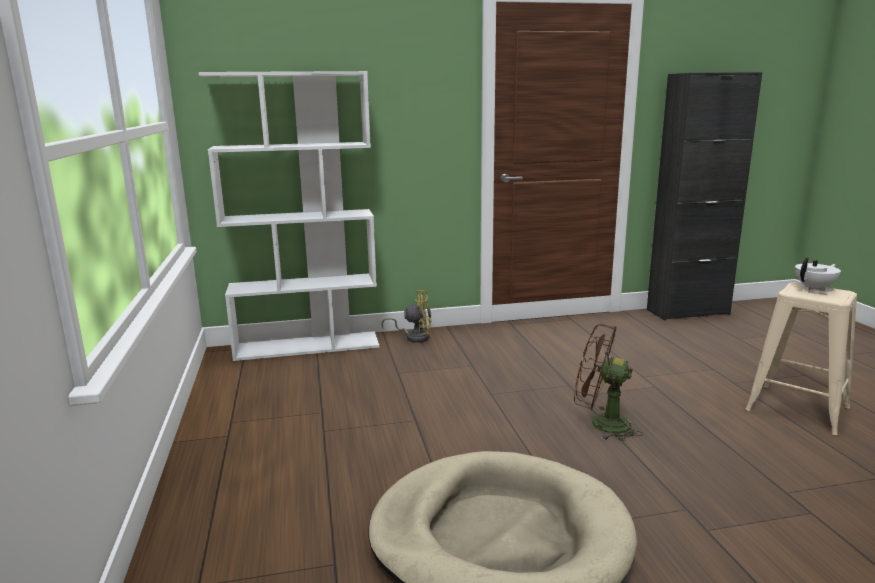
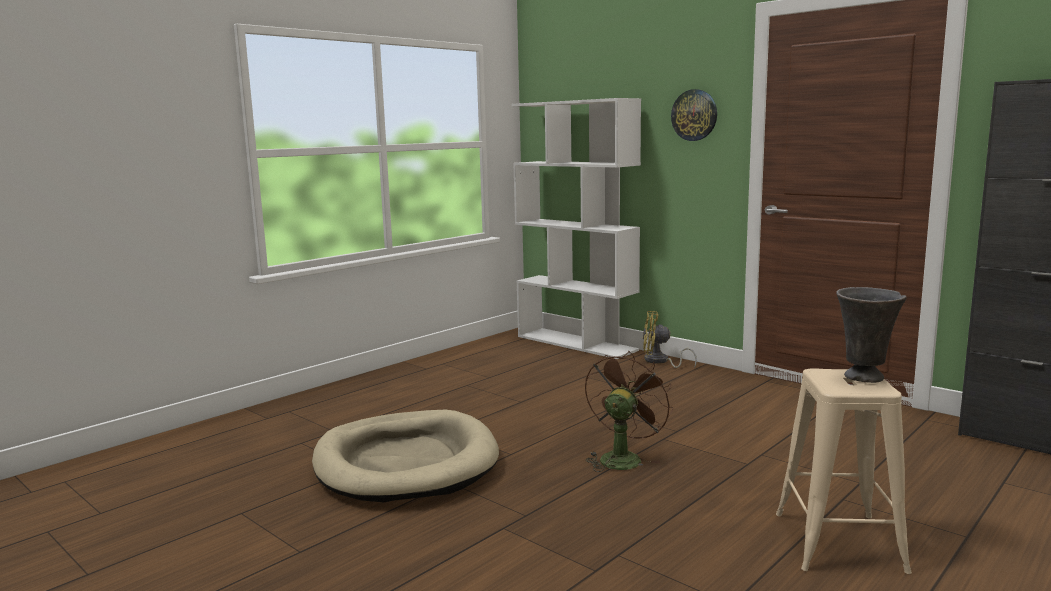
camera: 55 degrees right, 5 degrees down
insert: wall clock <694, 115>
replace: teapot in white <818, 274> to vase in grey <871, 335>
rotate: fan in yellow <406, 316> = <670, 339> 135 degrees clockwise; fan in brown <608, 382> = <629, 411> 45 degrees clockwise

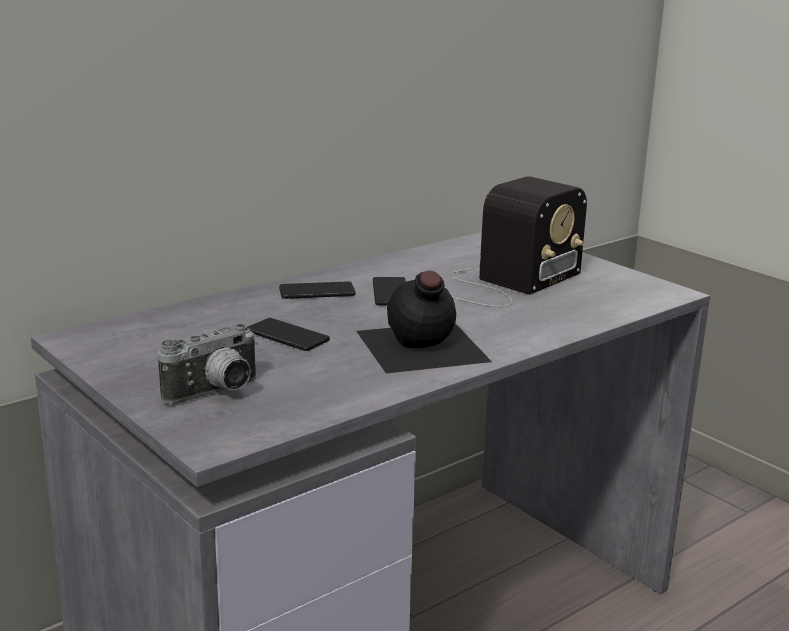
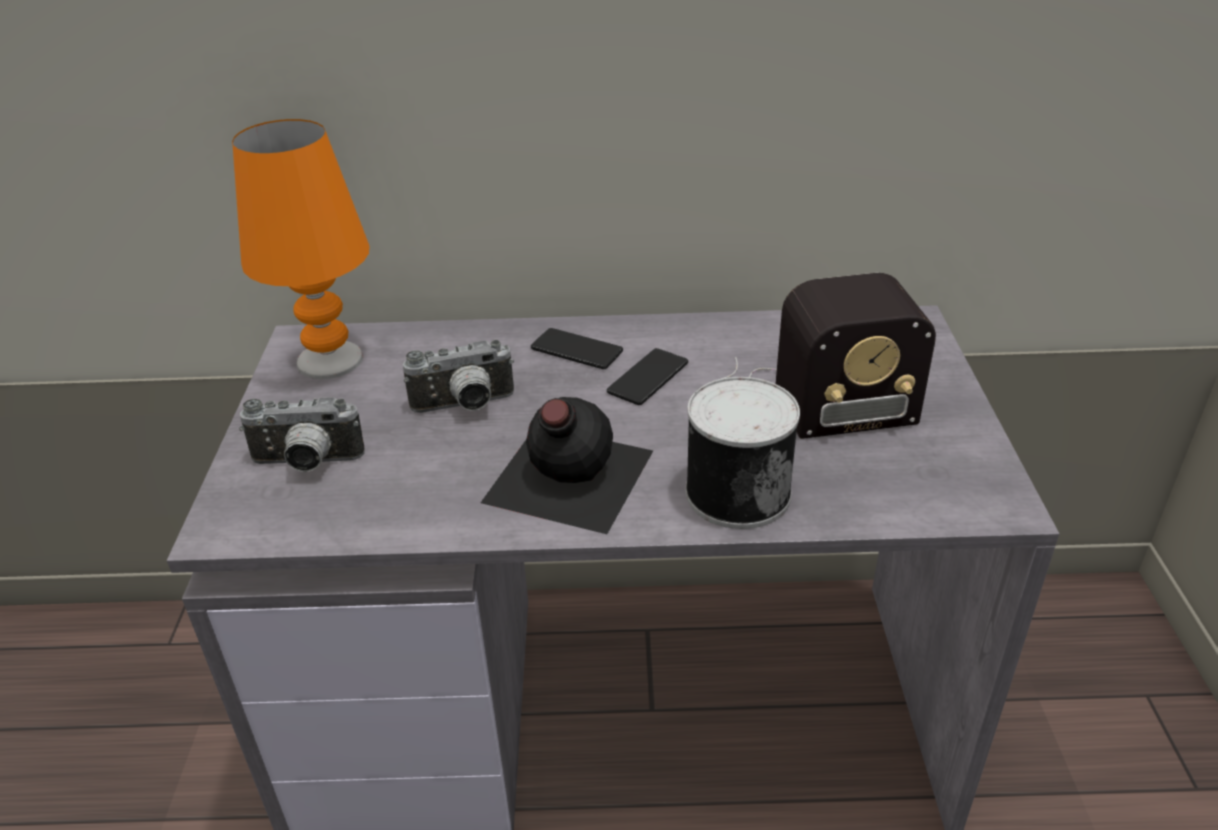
camera: 40 degrees right, 15 degrees up
insert: table lamp in orange <301, 249>; can <743, 453>
replace: phone <288, 334> to photo camera <458, 376>

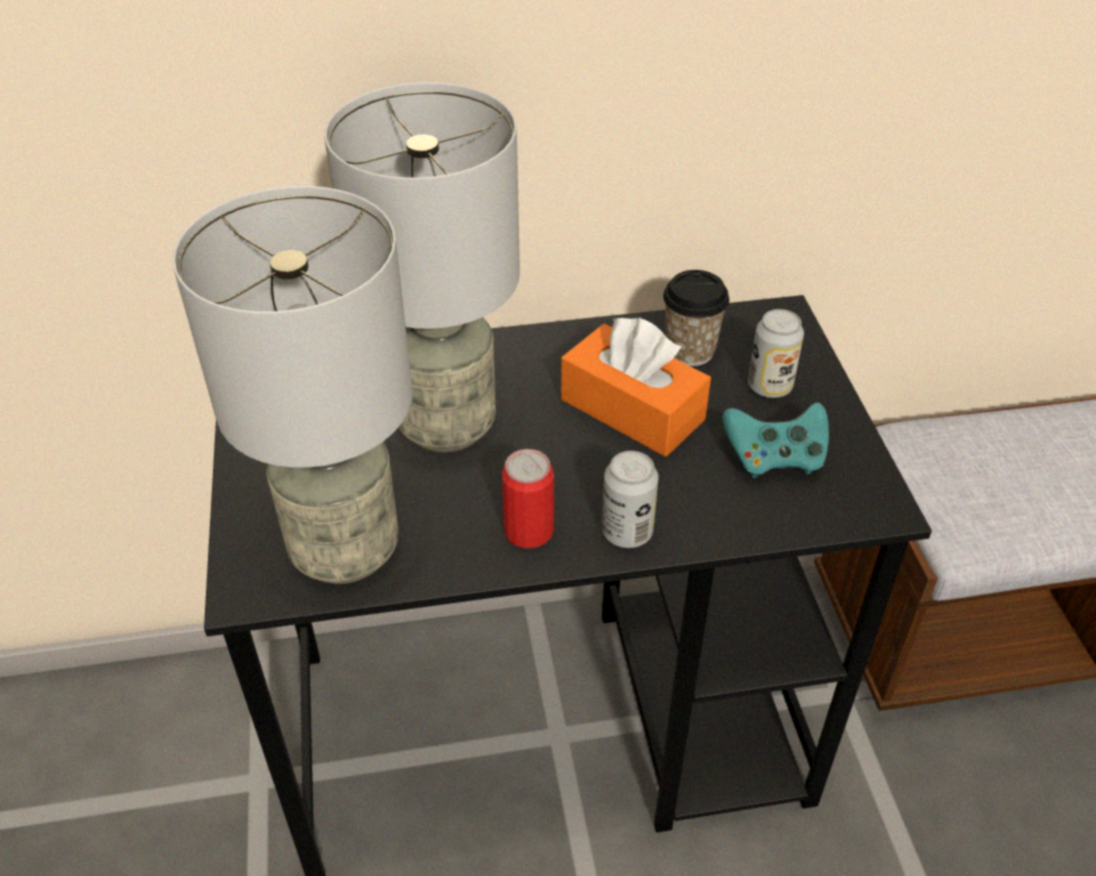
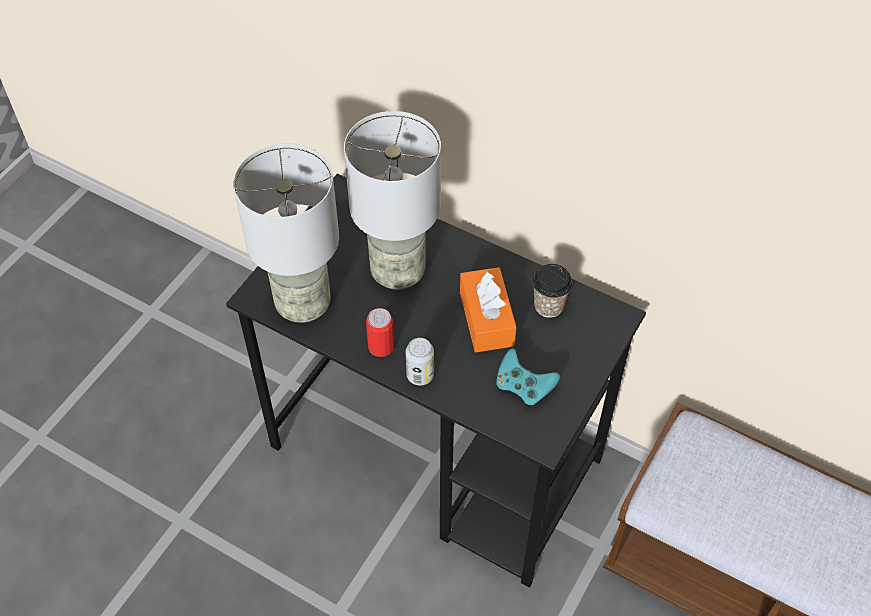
camera: 40 degrees right, 10 degrees up
delete: can <776, 353>

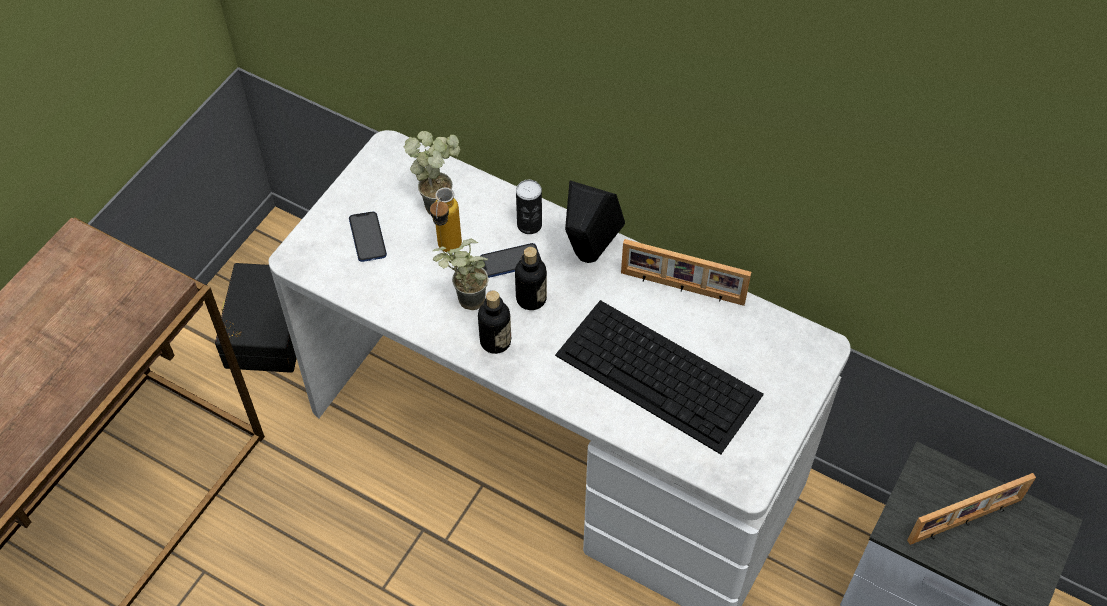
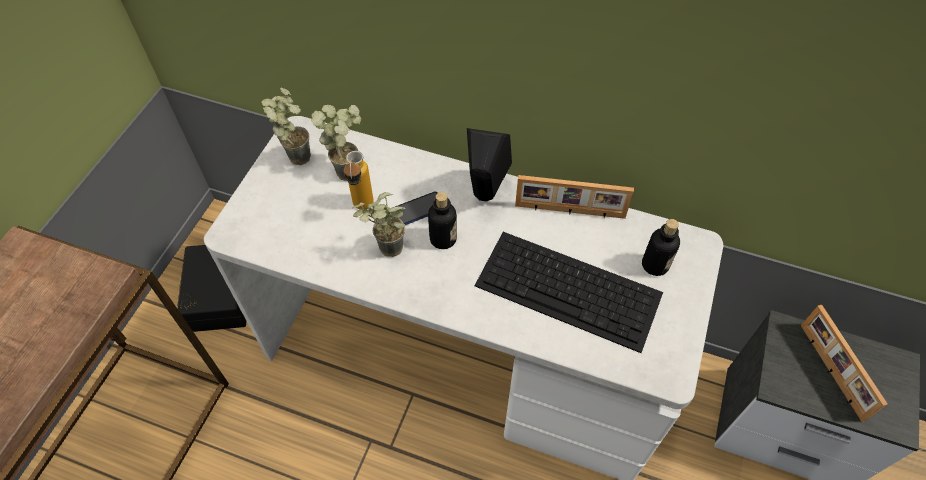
camera: 10 degrees left, 0 degrees up
delete: phone <368, 236>; can <529, 207>
insert: potted plant <286, 126>
move: bottle <494, 322> to <661, 247>
rotate: picture frame <971, 509> = <844, 363> 105 degrees clockwise

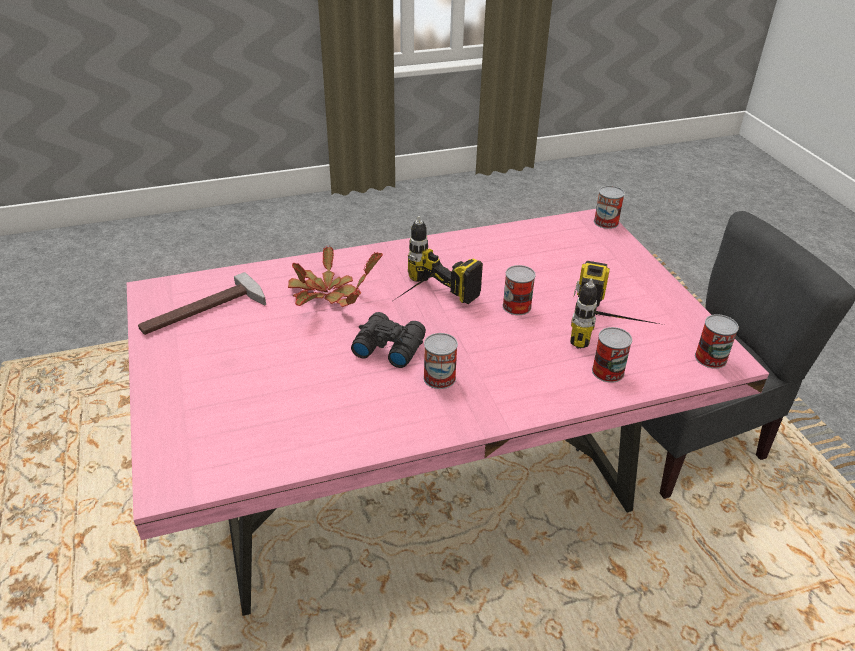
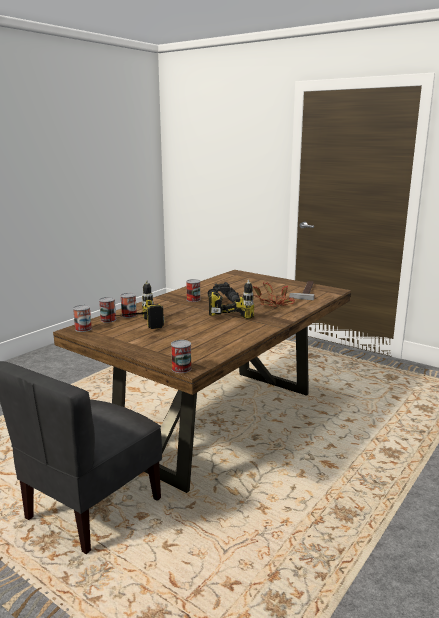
camera: 145 degrees right, 20 degrees down
move: can <519, 290> to <107, 310>
recolor: dining table in pink <448, 412> to dining table in brown <202, 381>

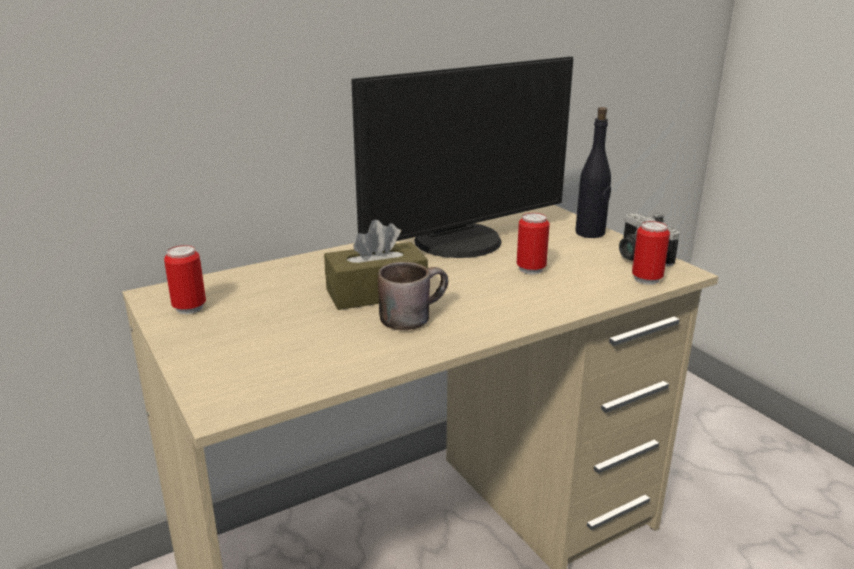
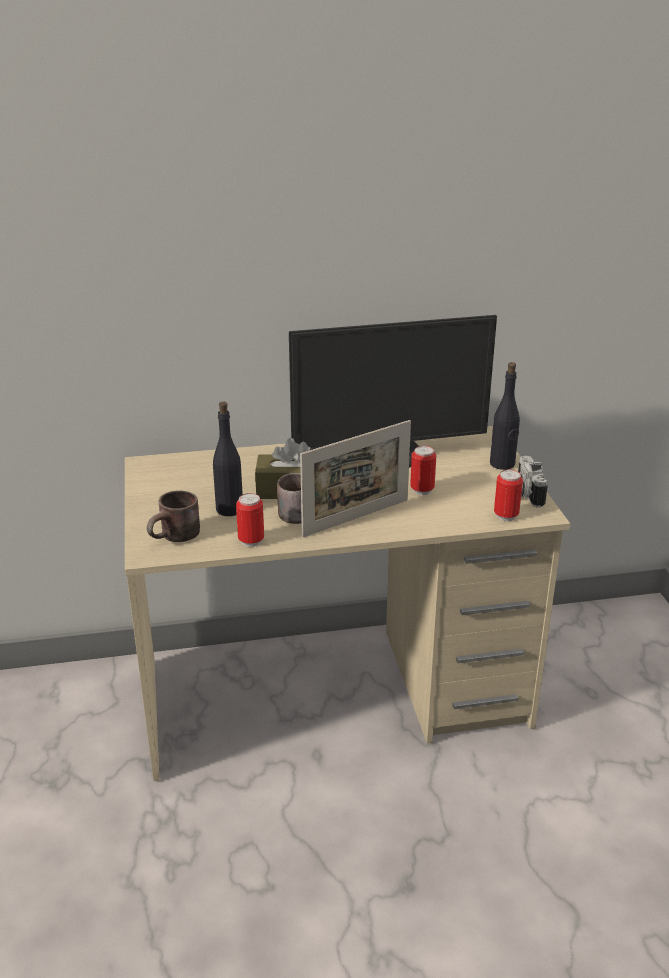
camera: 20 degrees right, 5 degrees up
insert: mug in brown <173, 516>; bottle in black <228, 459>; picture frame <355, 478>
move: can <185, 279> to <250, 520>

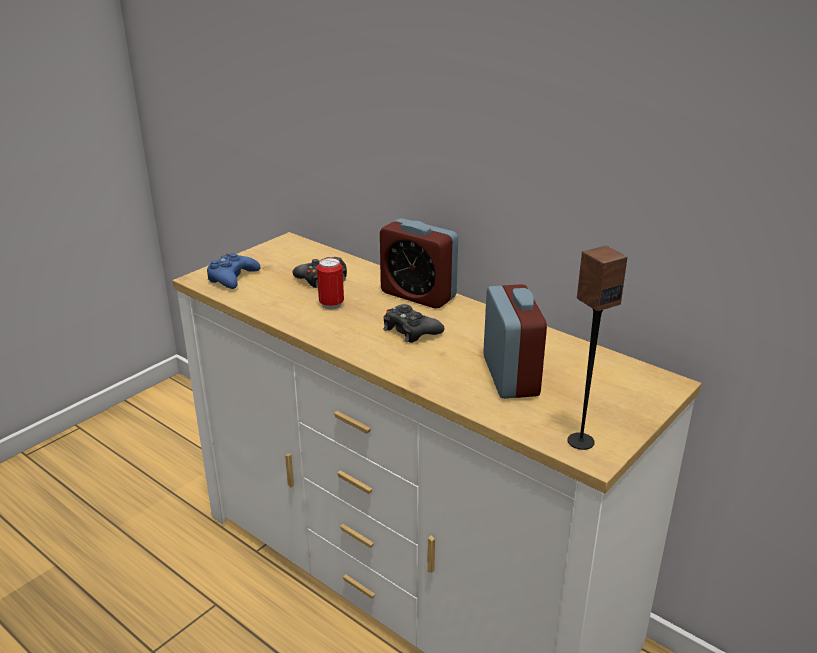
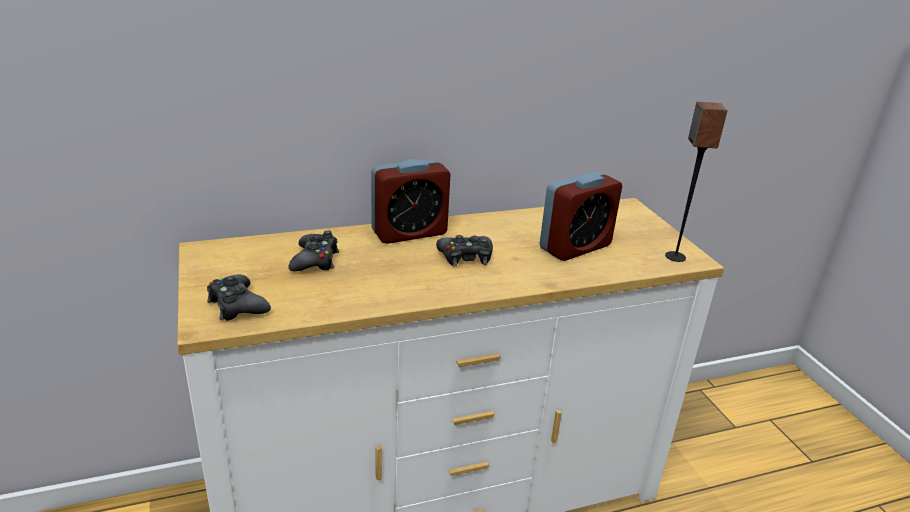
camera: 60 degrees left, 0 degrees up
delete: can <330, 283>
recolor: game controller in blue <233, 271> to game controller in black <239, 298>
rotate: alarm clock <515, 341> = <581, 216> 120 degrees clockwise

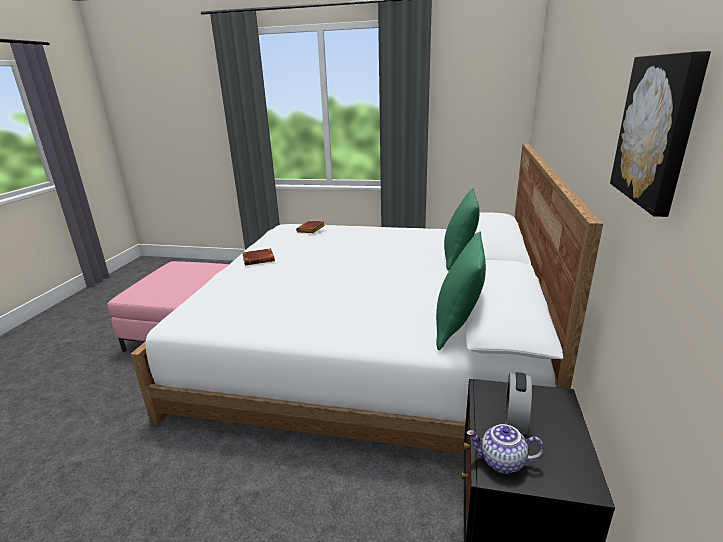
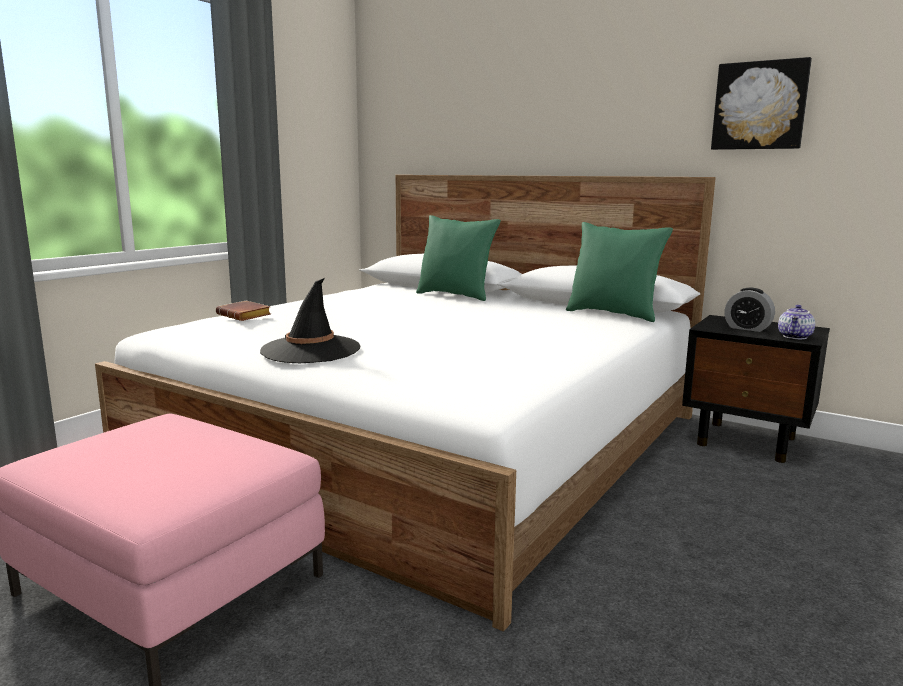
camera: 70 degrees left, 10 degrees down
replace: book in brown <258, 257> to hat in black <310, 320>

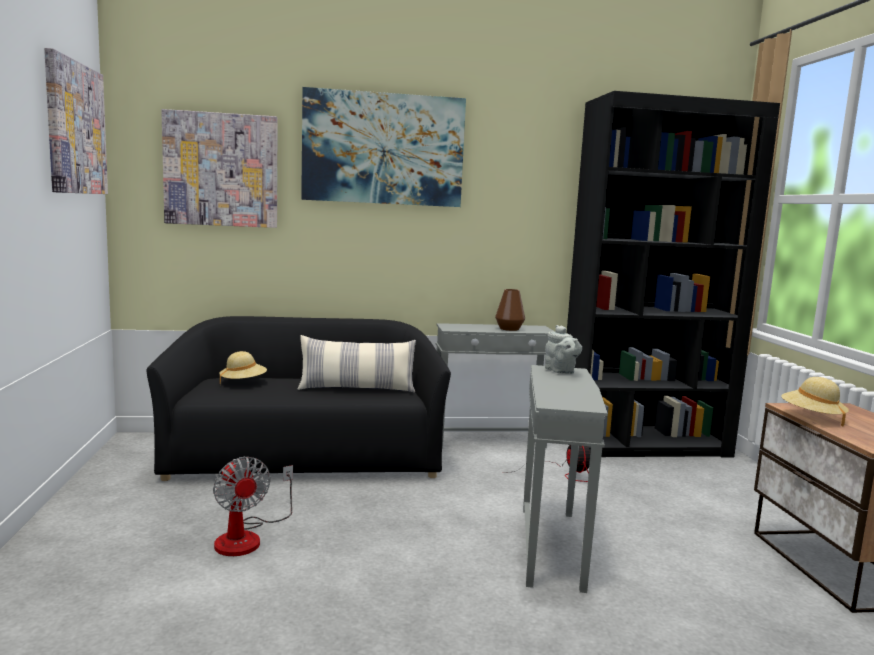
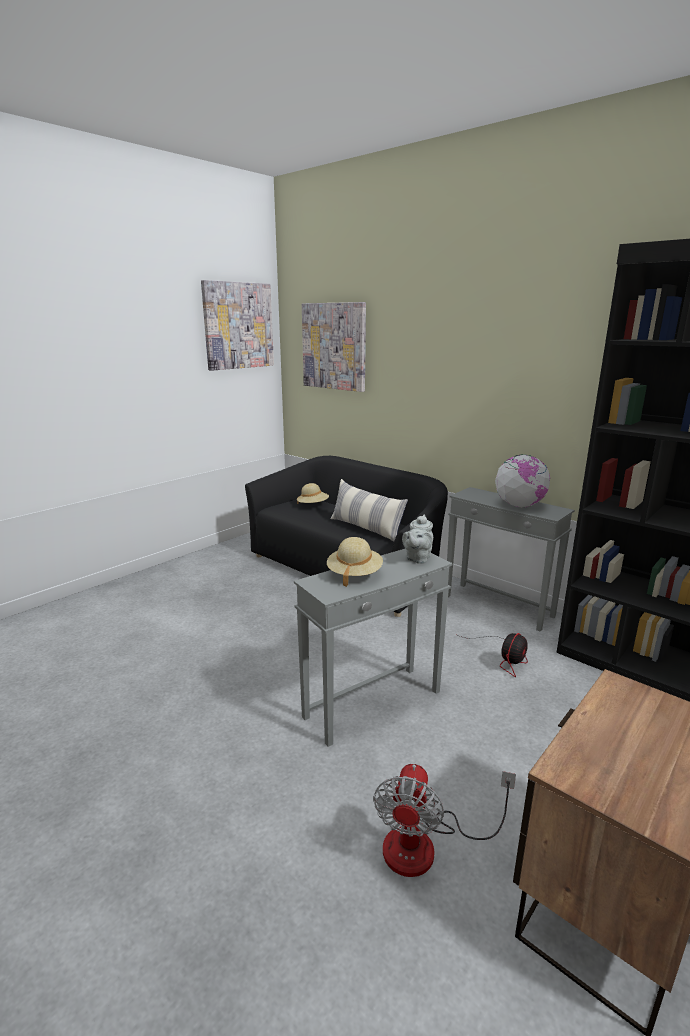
camera: 50 degrees right, 10 degrees up
delete: picture <383, 147>
move: fan <253, 506> to <444, 820>; hat in beige <815, 401> to <355, 562>
replace: vase in brown <510, 310> to globe <522, 481>

